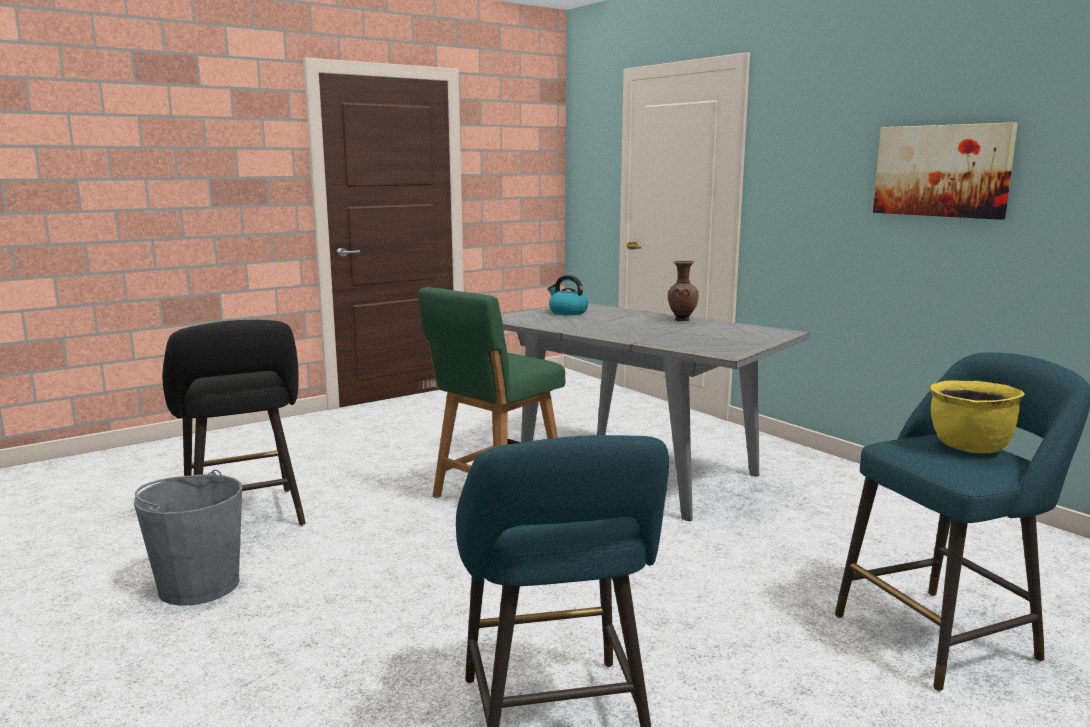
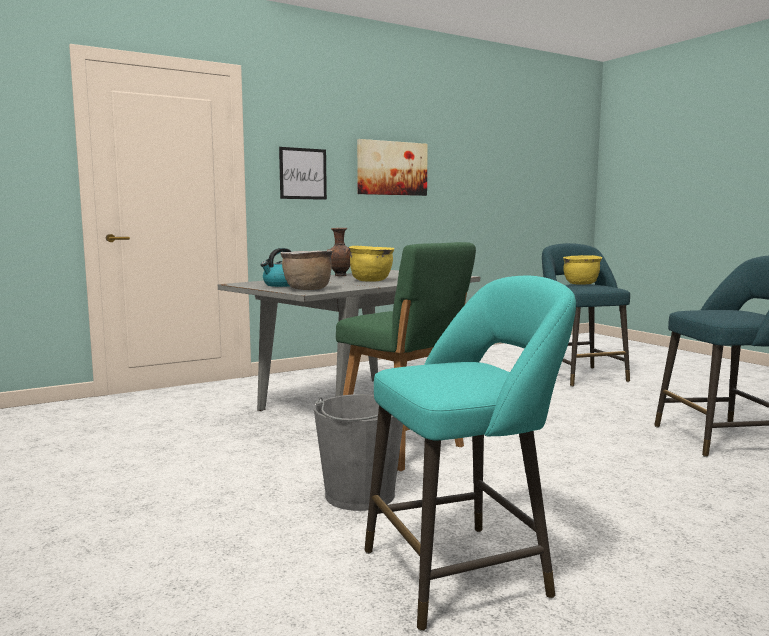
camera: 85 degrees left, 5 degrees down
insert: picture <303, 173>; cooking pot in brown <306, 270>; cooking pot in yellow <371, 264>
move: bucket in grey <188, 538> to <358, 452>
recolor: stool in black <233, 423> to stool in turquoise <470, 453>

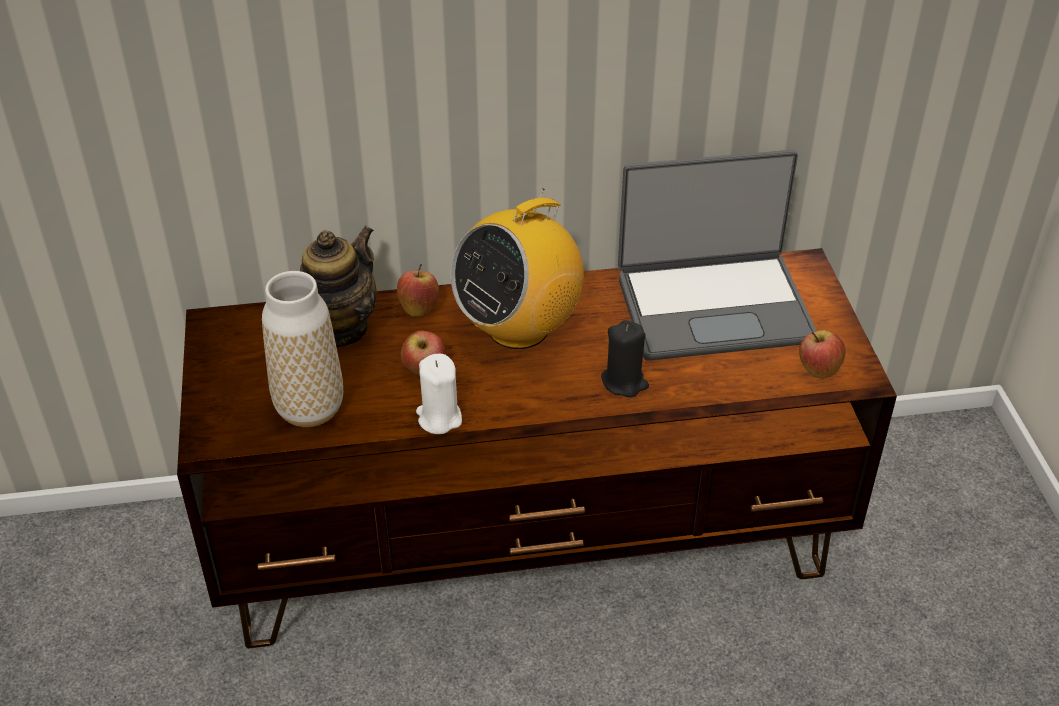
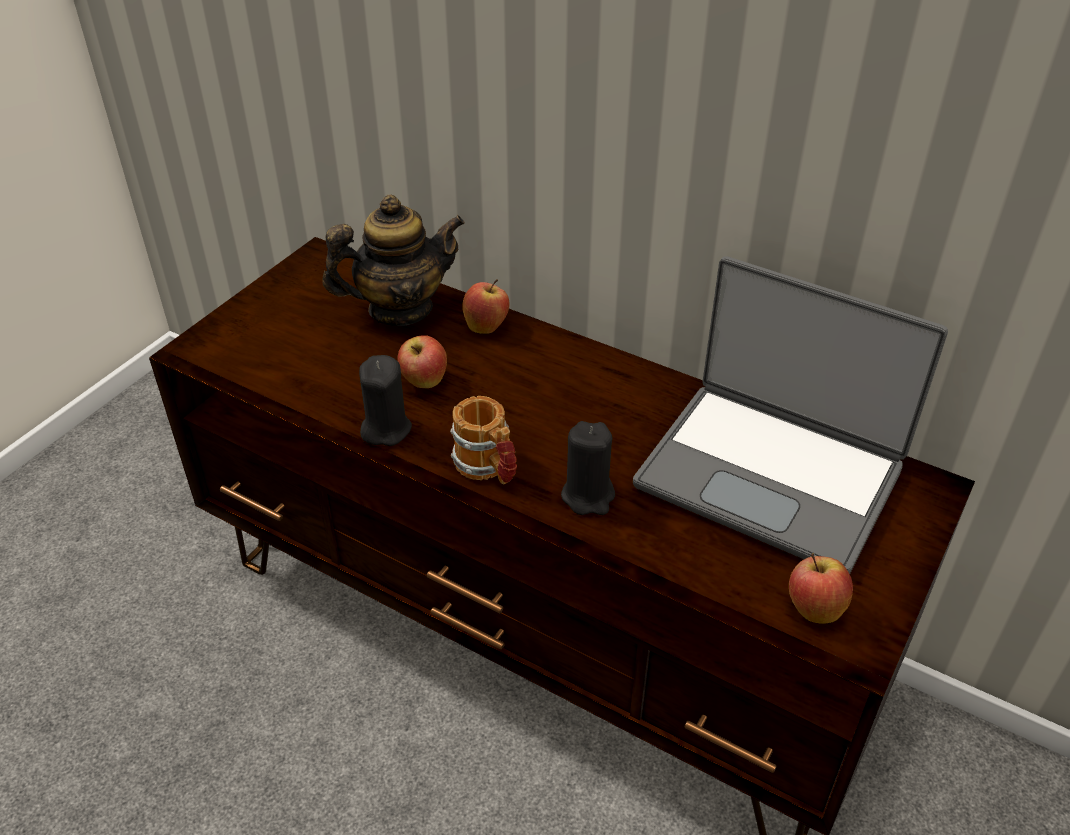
camera: 40 degrees right, 0 degrees up
delete: vase <302, 349>; radio <517, 268>
insert: mug <483, 440>
recolor: candle in white <439, 394> to candle in black <385, 400>

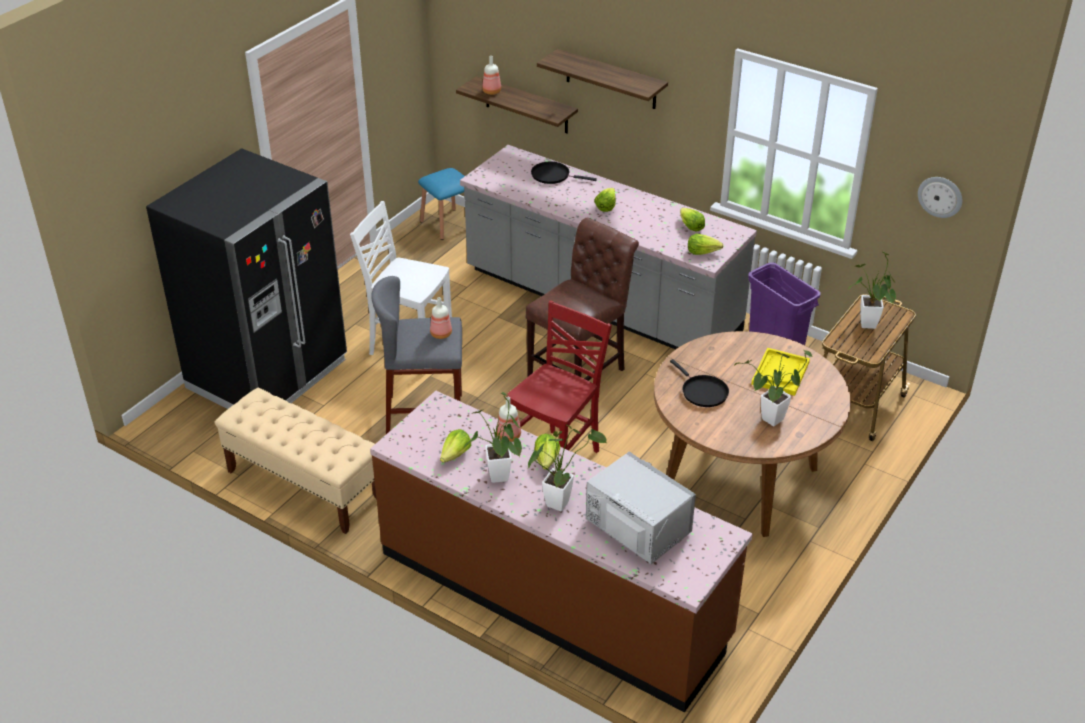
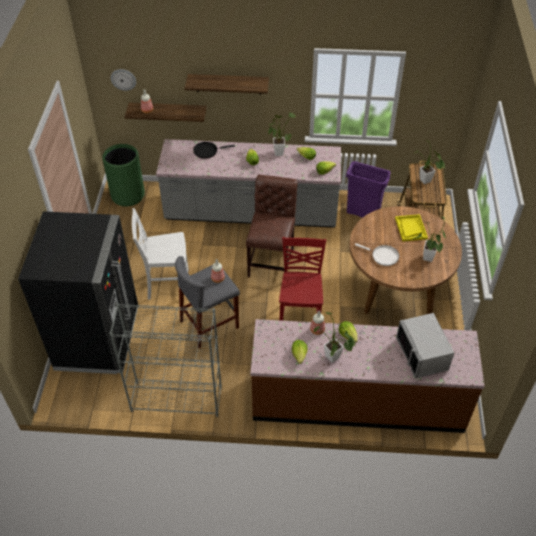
camera: 30 degrees left, 10 degrees up
move: potted plant <567, 468> to <281, 134>; wall clock <940, 197> to <123, 80>
replace: bench in beige <295, 461> to bookcase in grey <165, 360>; stool in blue <441, 204> to trash can in green <123, 175>
recolor: frying pan in black <699, 383> to frying pan in white <377, 254>
rotate: microwave in grey <641, 507> = <425, 345> 120 degrees counterclockwise

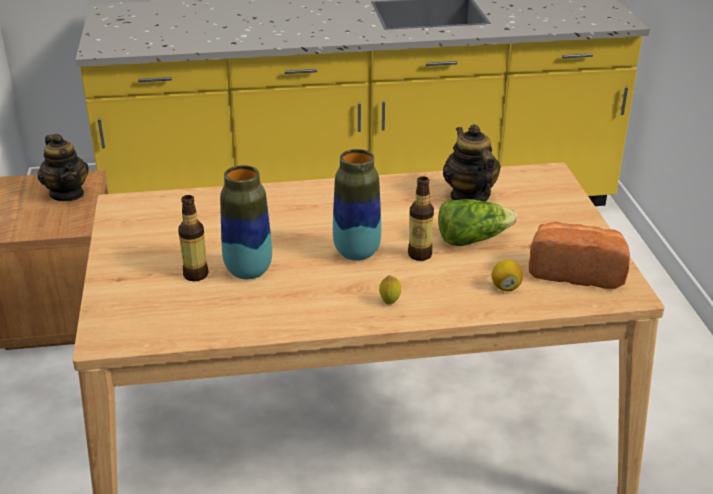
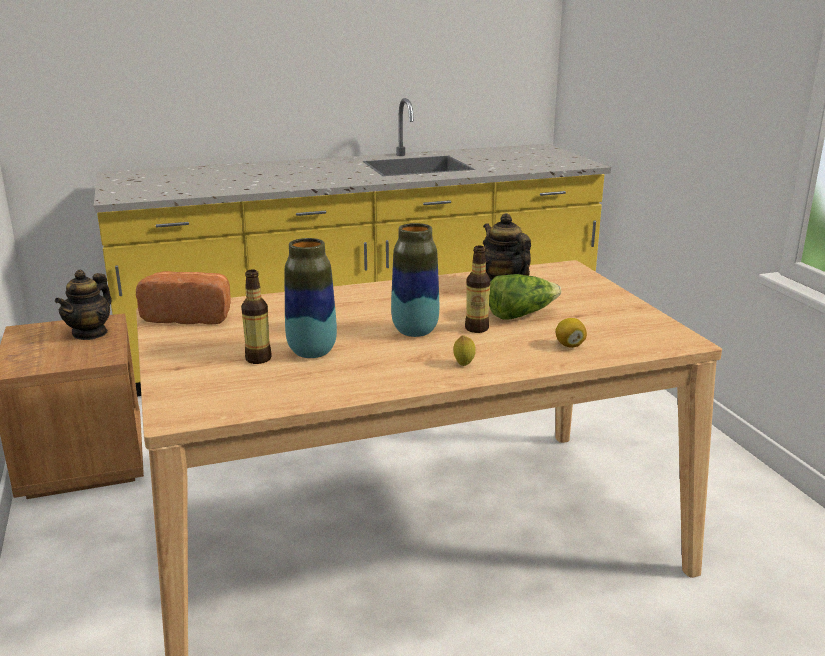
camera: 10 degrees left, 10 degrees down
move: bread <579, 255> to <183, 298>
rotate: teapot <63, 167> = <83, 305> 60 degrees clockwise

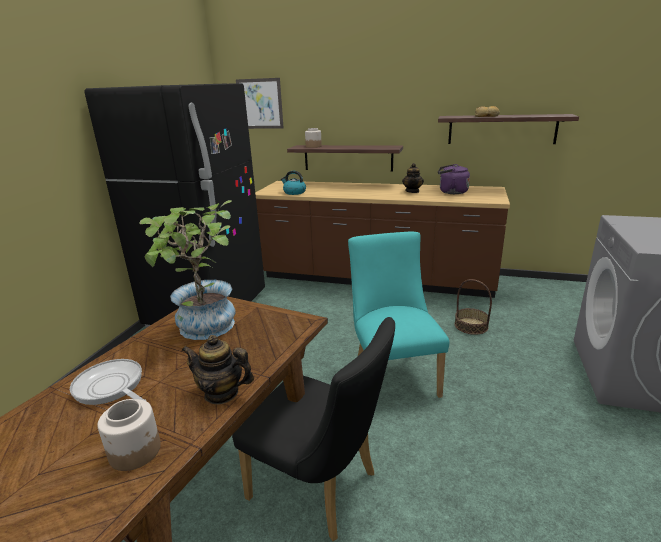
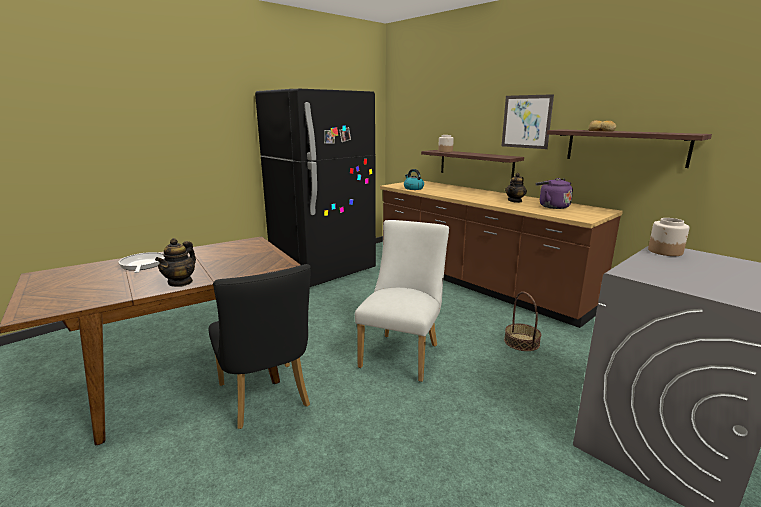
camera: 30 degrees right, 5 degrees down
delete: potted plant <187, 270>
move: jar <129, 435> to <669, 237>; picture <260, 103> to <528, 121>
recolor: chair in turquoise <398, 315> to chair in white <402, 301>
rotate: teapot <218, 370> = <175, 262> 120 degrees counterclockwise

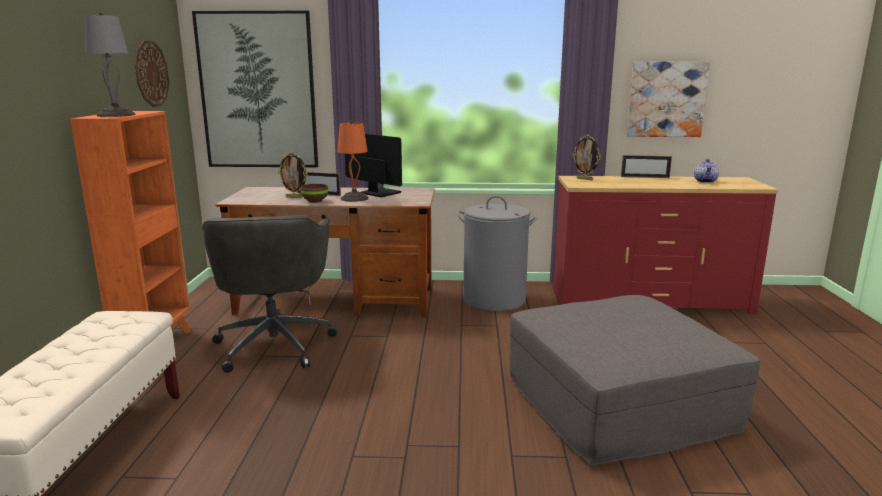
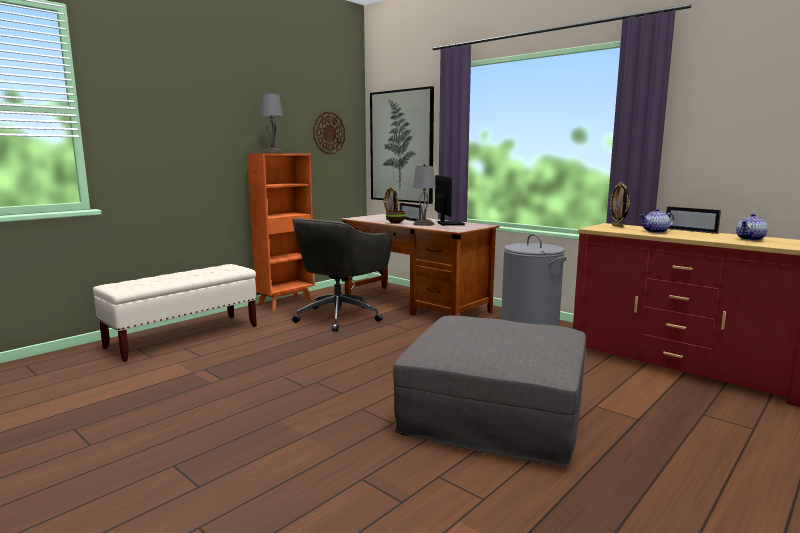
camera: 40 degrees right, 5 degrees down
delete: picture <668, 99>
insert: teapot <657, 220>
recolor: table lamp in orange <353, 161> to table lamp in grey <424, 195>

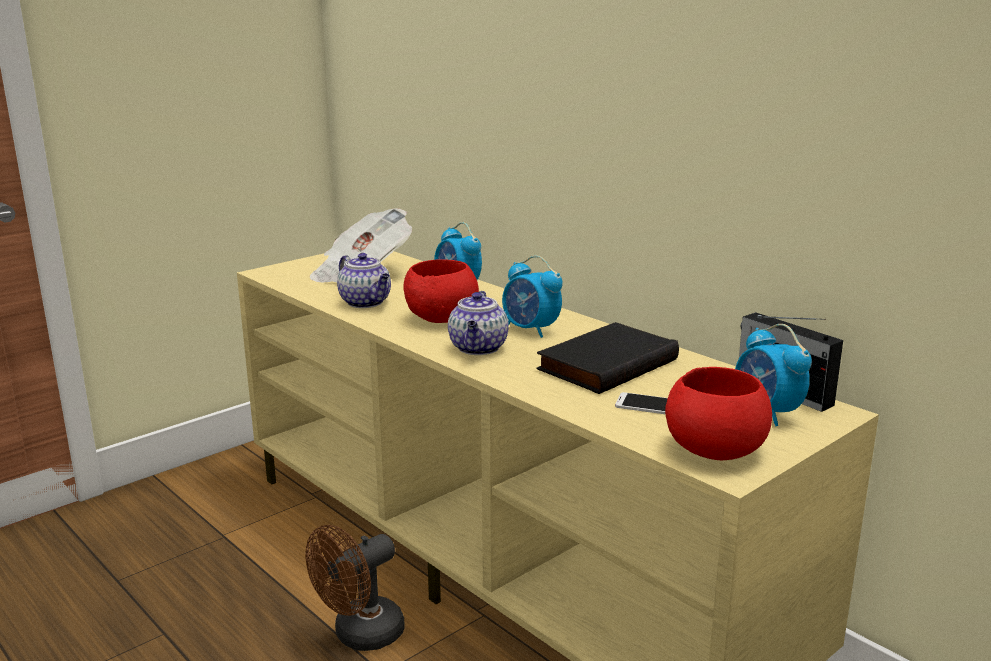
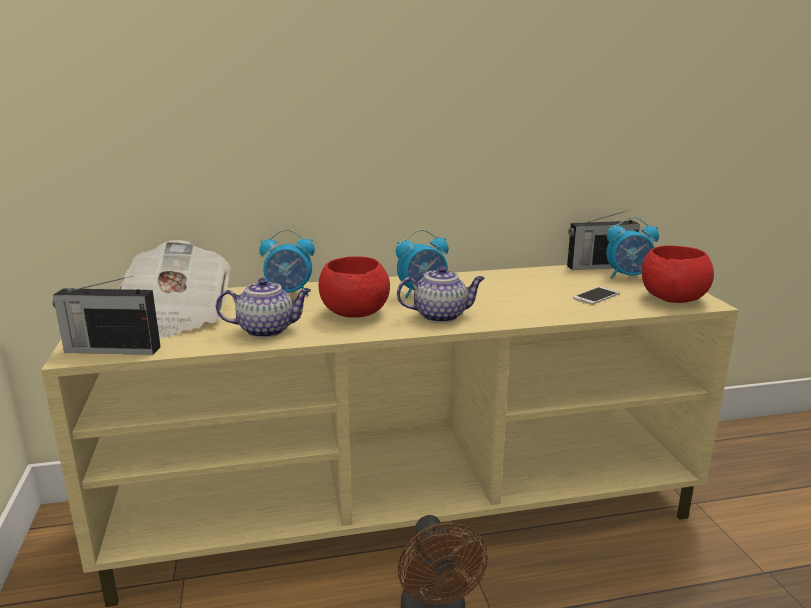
camera: 60 degrees left, 0 degrees up
delete: book in black <607, 358>
insert: radio <107, 315>
rotate: teapot <478, 323> = <441, 294> 45 degrees counterclockwise

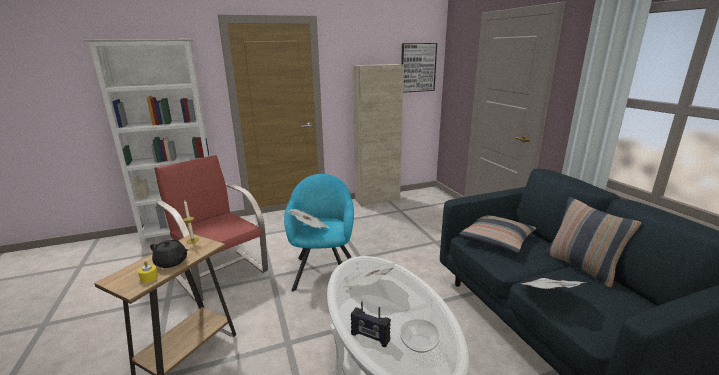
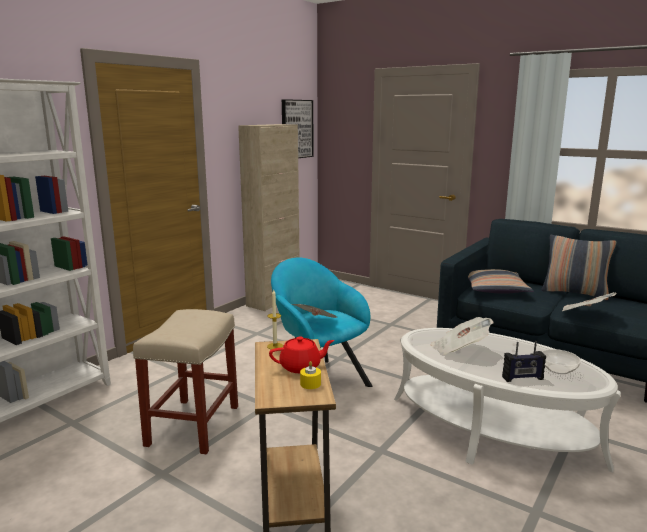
camera: 35 degrees left, 5 degrees down
replace: armchair in red <211, 229> to stool in beige <185, 381>
recolor: teapot in black <169, 254> to teapot in red <301, 354>

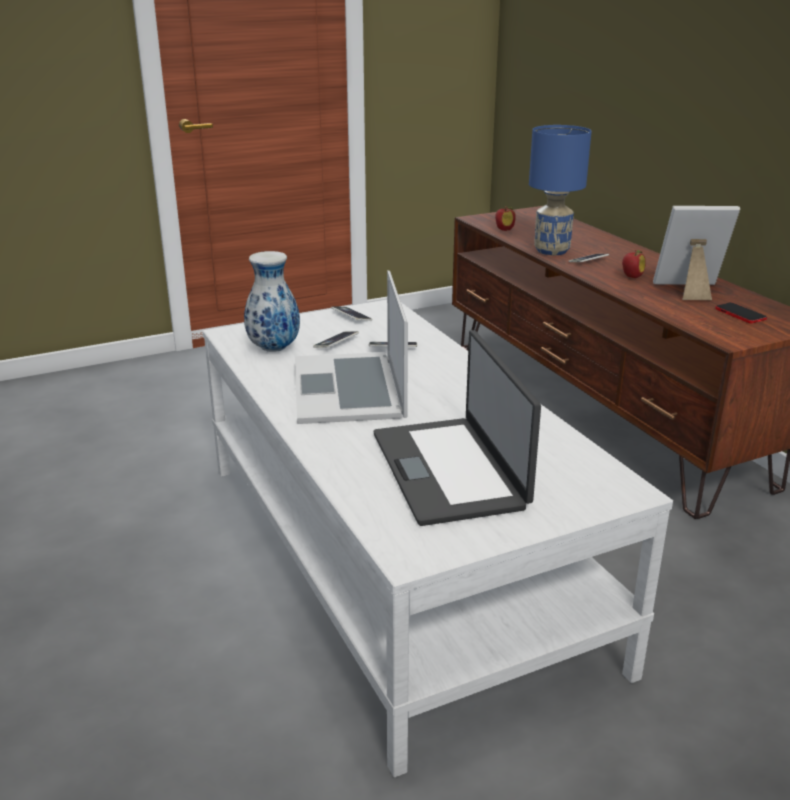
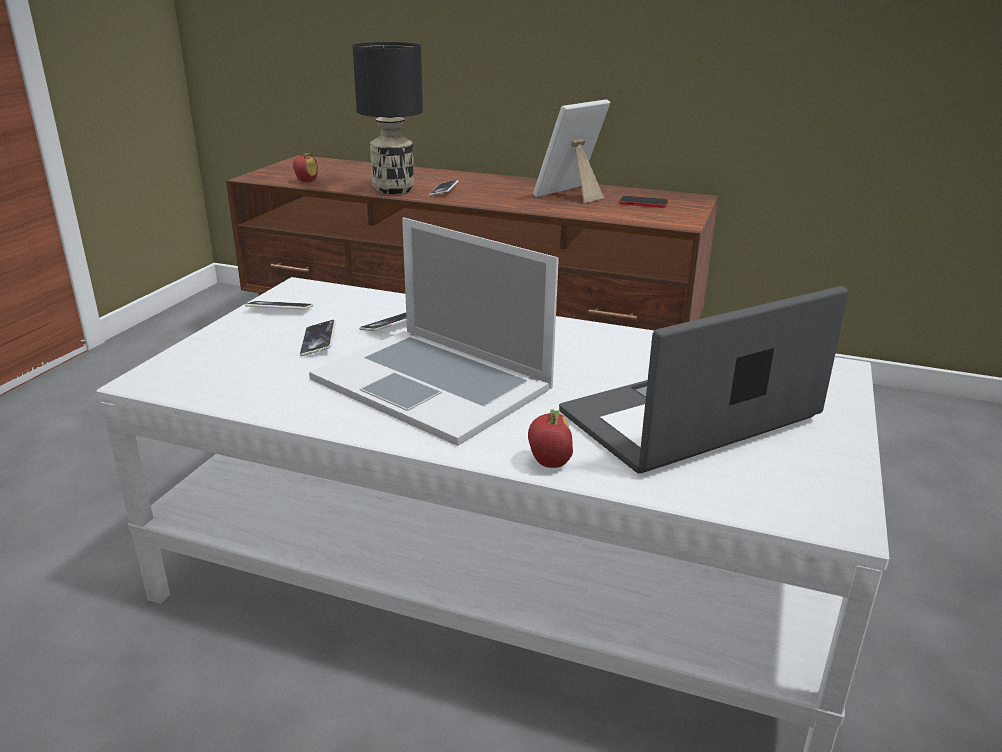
camera: 45 degrees left, 0 degrees up
delete: vase <272, 301>
move: apple <634, 264> to <550, 438>
recolor: table lamp in blue <560, 190> to table lamp in black <387, 118>
rotate: laptop <457, 428> = <704, 380> 120 degrees clockwise

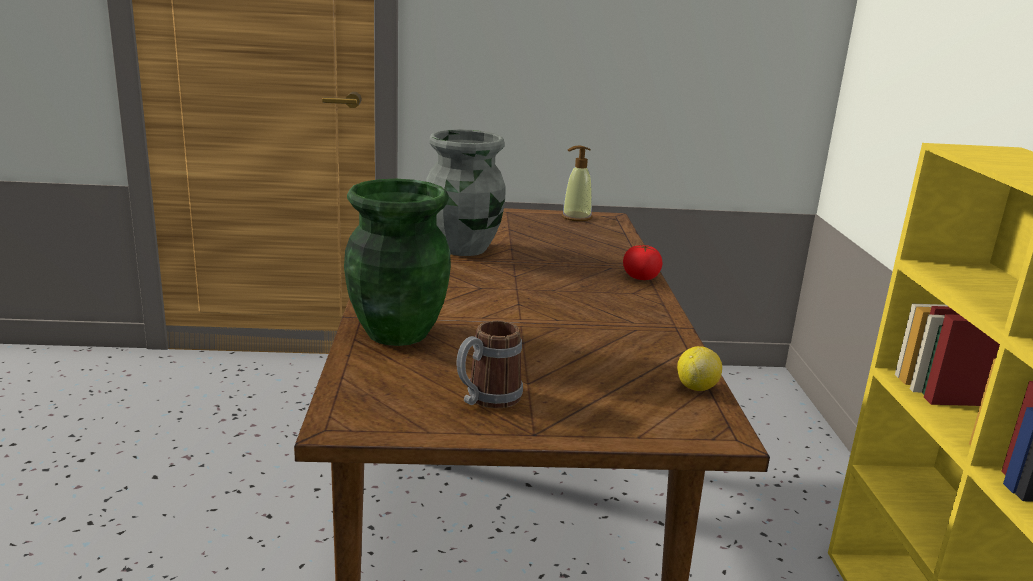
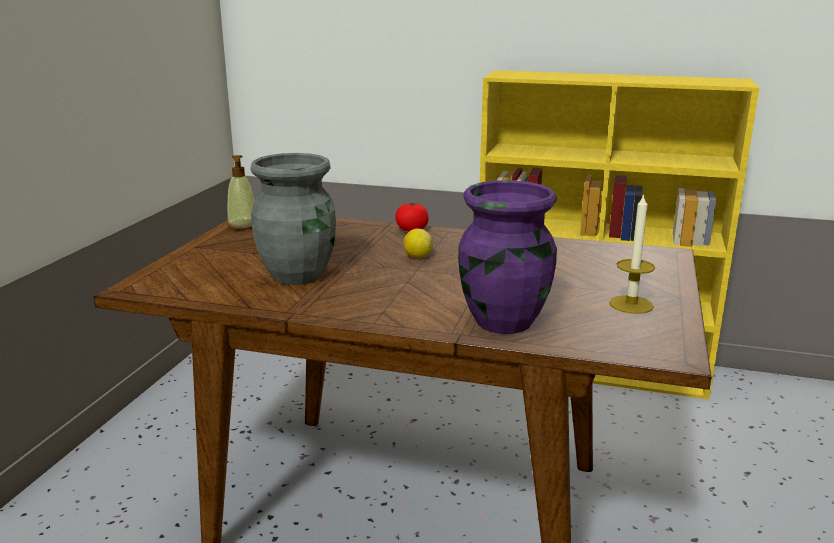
camera: 70 degrees left, 0 degrees up
move: lemon <699, 368> to <418, 243>
replace: mug <489, 364> to candle <632, 254>
recolor: vase in green <397, 262> to vase in purple <507, 257>

